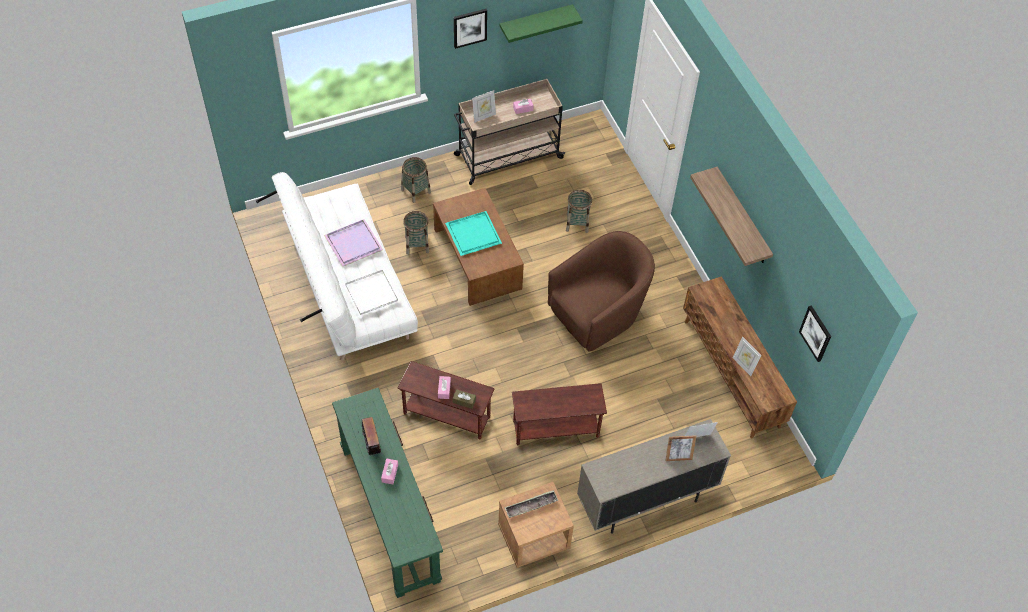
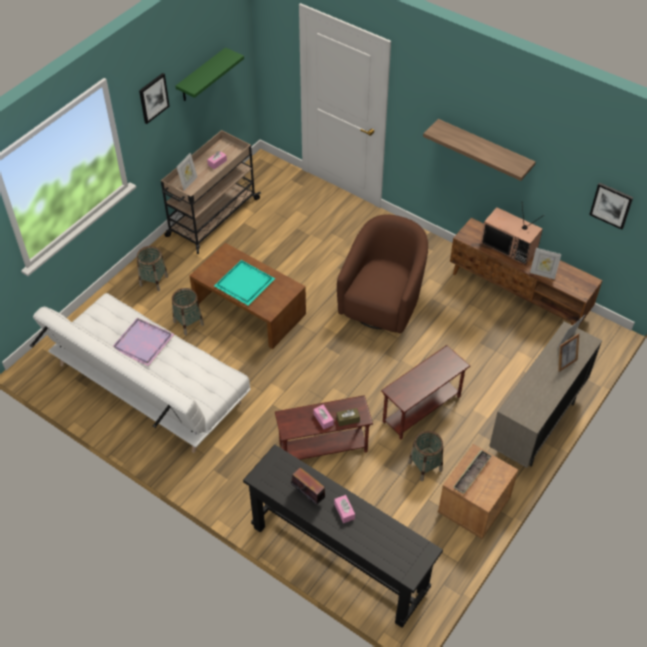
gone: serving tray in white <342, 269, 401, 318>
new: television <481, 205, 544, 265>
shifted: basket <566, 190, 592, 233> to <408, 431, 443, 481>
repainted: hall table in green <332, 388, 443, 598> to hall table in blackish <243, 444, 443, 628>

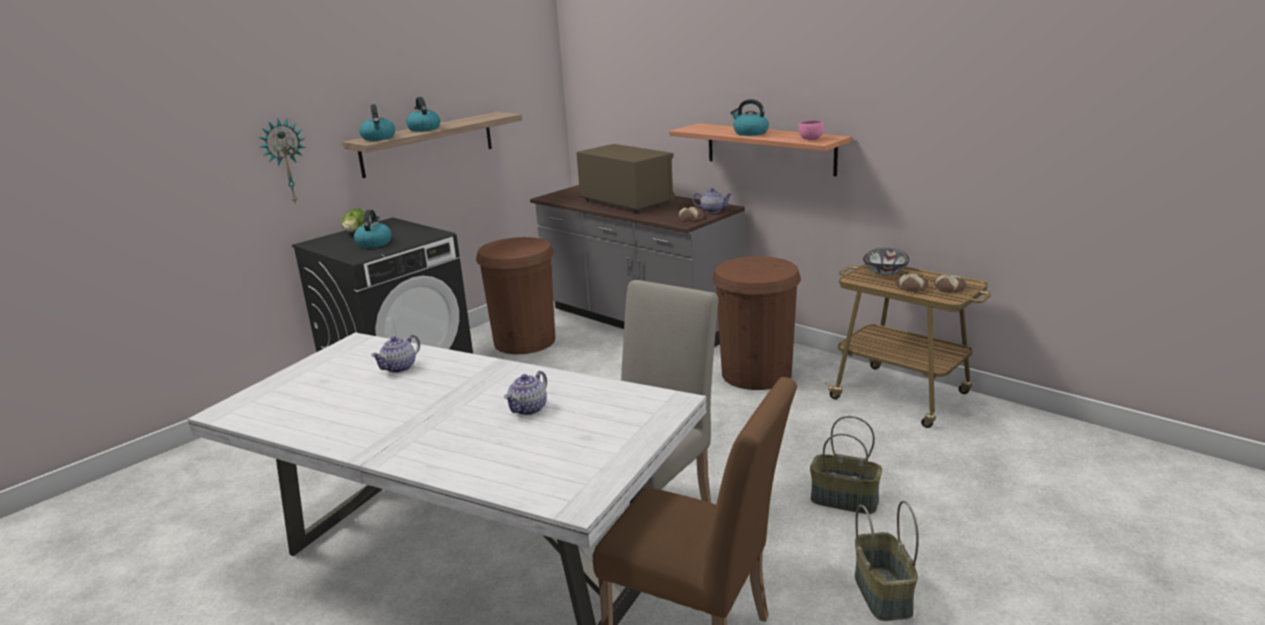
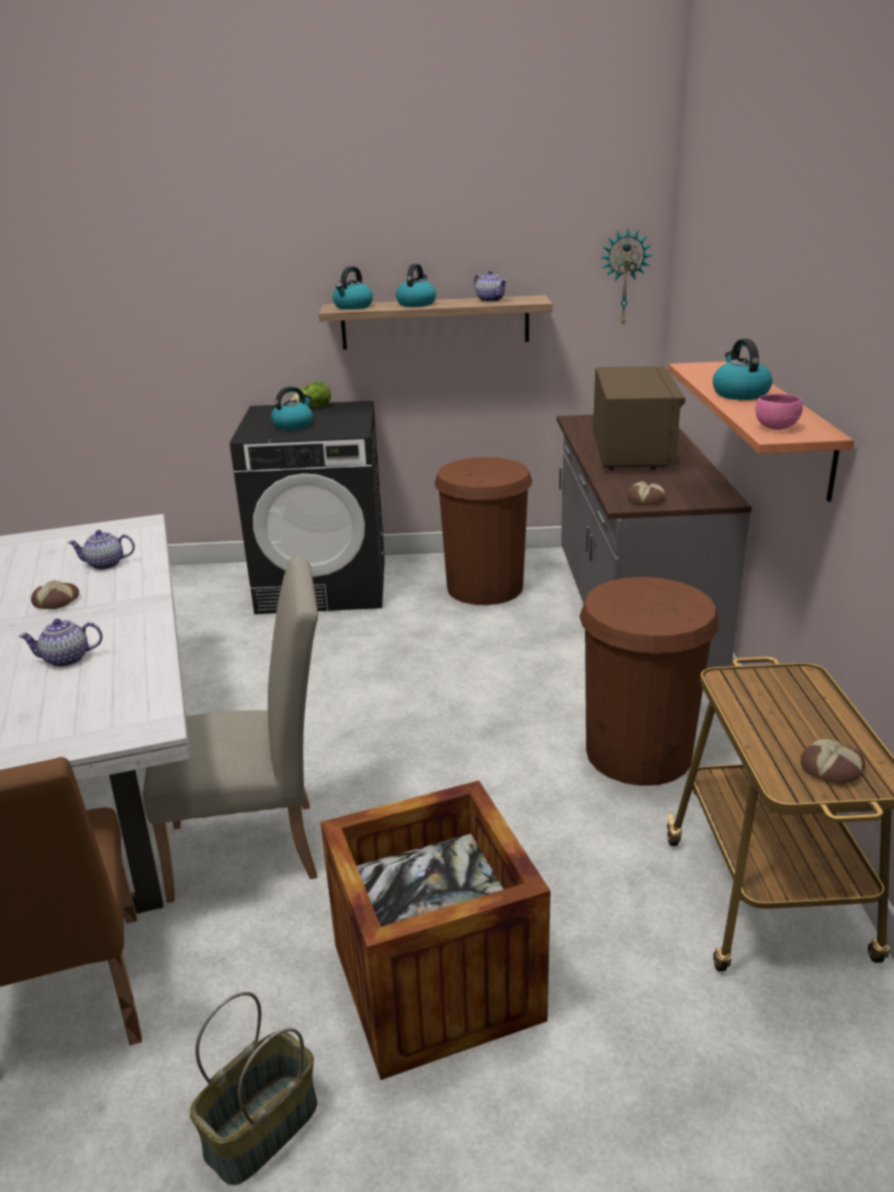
gone: deep dish <863, 248, 910, 276>
shifted: clock on the wall <259, 119, 306, 205> to <601, 228, 652, 324>; tea pot <692, 188, 732, 213> to <474, 270, 507, 302>; baked bread <895, 273, 928, 292> to <31, 580, 79, 609>
swapped: basket <810, 416, 882, 514> to crate <320, 780, 551, 1080>

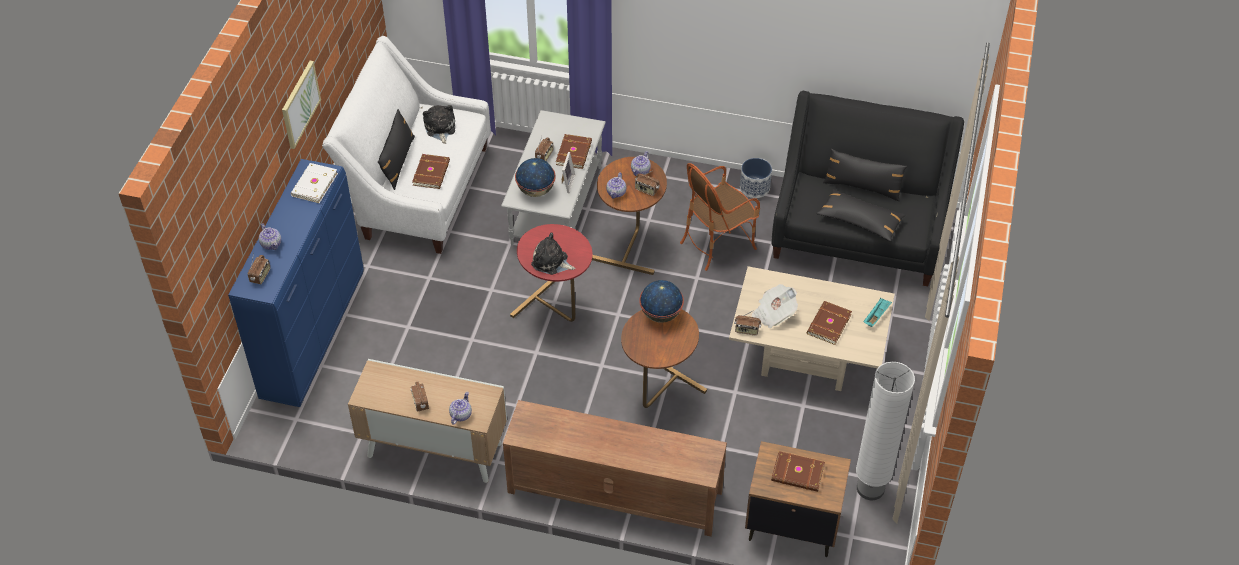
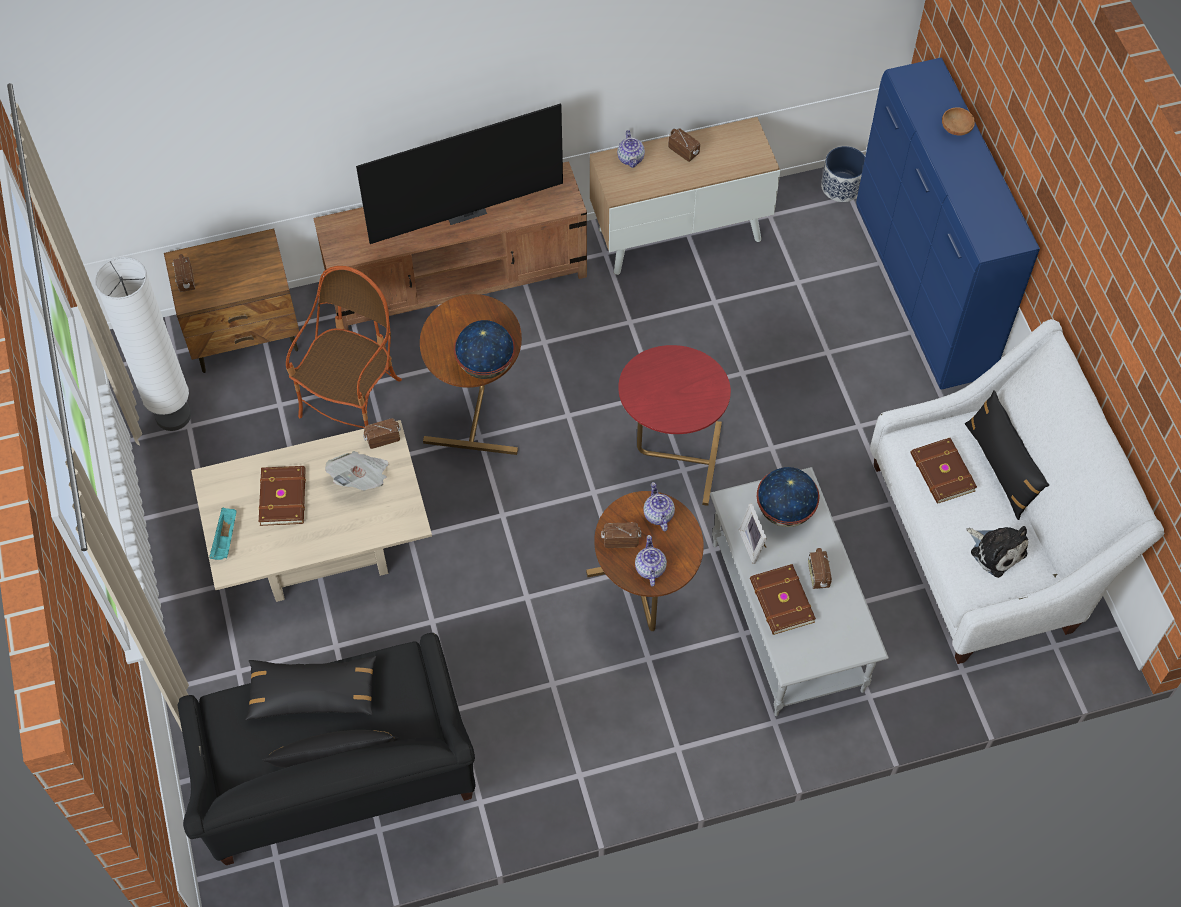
gone: wall picture <282, 61, 321, 149>; book in white <291, 163, 338, 203>; plush toy <531, 233, 575, 275>; book in brown <771, 451, 825, 492>
new: television <356, 103, 563, 244>
shifted: radio <248, 253, 270, 284> to <172, 254, 195, 292>; lounge chair <680, 163, 760, 271> to <286, 266, 402, 428>; plant pot <740, 158, 772, 198> to <821, 146, 865, 202>
swapped: tea pot <259, 224, 281, 250> to deep dish in brown <942, 107, 975, 136>

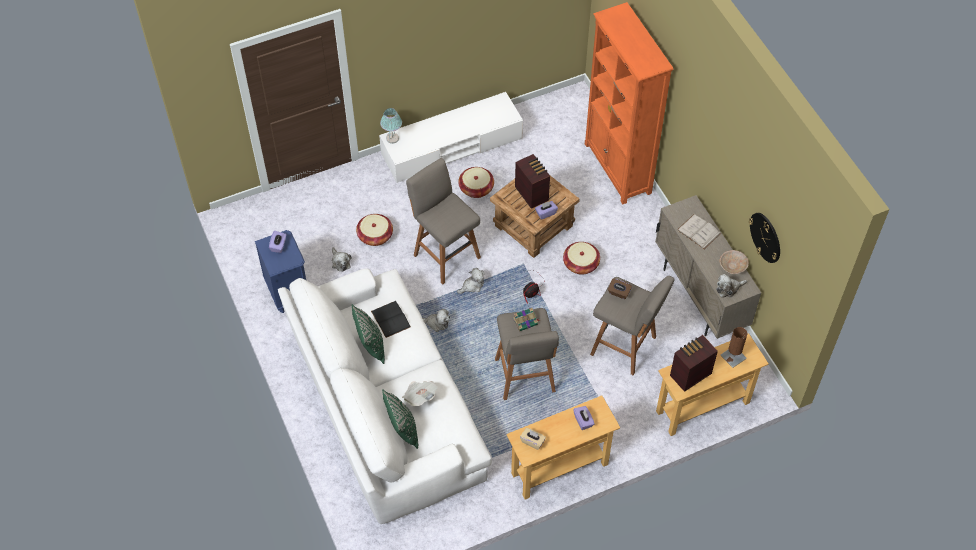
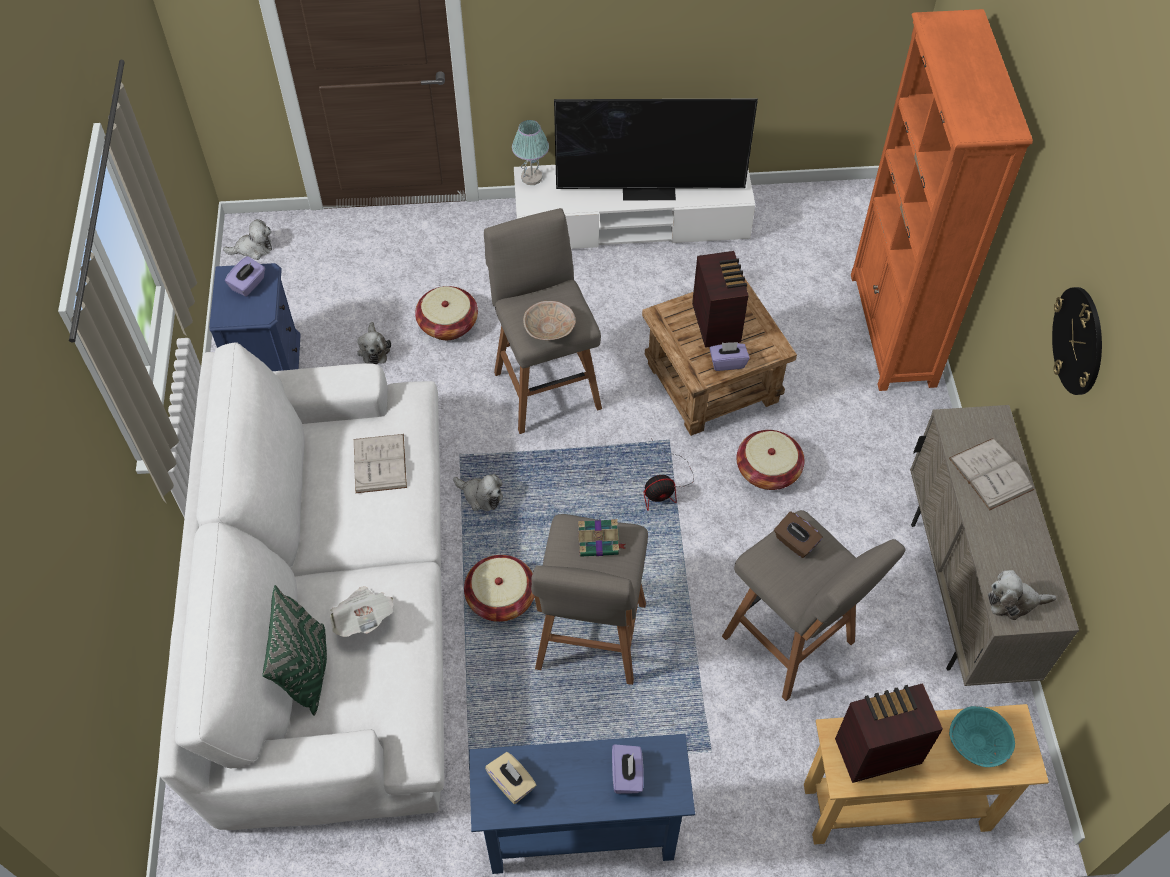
gone: pillow in green <352, 304, 385, 364>
new: television <554, 99, 758, 200>
shifted: plush toy <457, 268, 485, 294> to <223, 219, 272, 260>; basket <458, 167, 494, 198> to <464, 555, 534, 622>; deep dish in sand-coloured <719, 250, 749, 274> to <523, 301, 576, 340>; clock on the wall <749, 213, 780, 263> to <1052, 287, 1102, 395>
swapped: table lamp in brown <721, 327, 747, 368> to deep dish in blue-green <949, 706, 1015, 767>
repainted: book in blackish <371, 301, 411, 338> to book in white <354, 434, 407, 493>; hall table in sand-coloured <506, 396, 620, 500> to hall table in blue-coloured <469, 734, 695, 874>

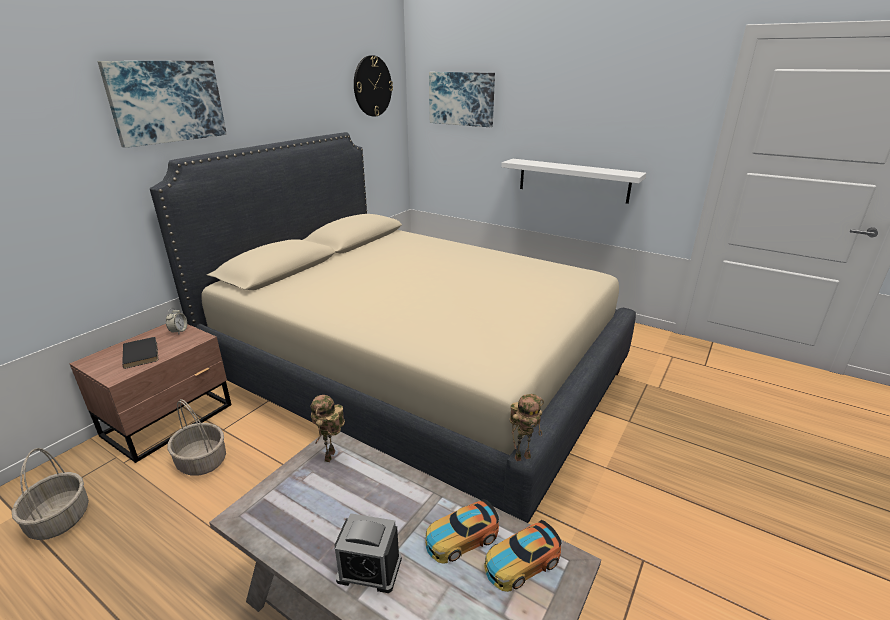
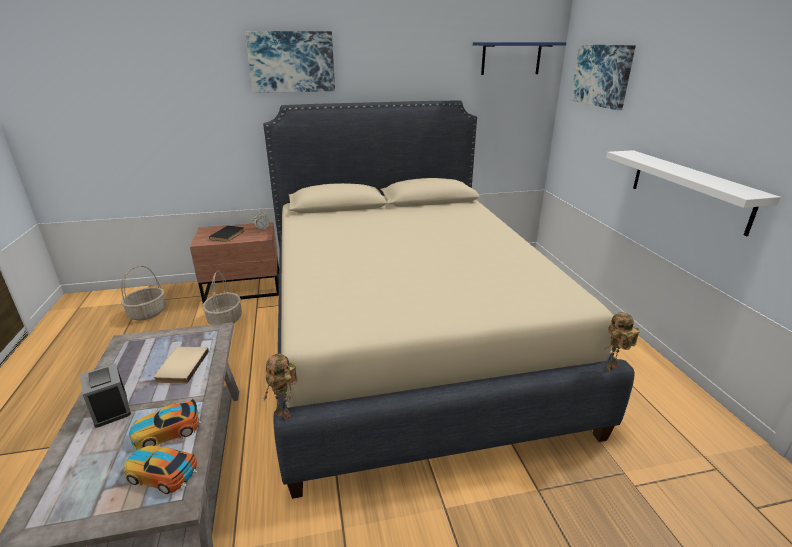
new: book in sand-coloured <153, 347, 209, 384>
shifted: robot figure <311, 395, 345, 462> to <604, 312, 640, 372>
swapped: clock on the wall <354, 55, 393, 117> to bracket shelf in blue-coloured <473, 42, 566, 75>
rotated: miniature car <425, 499, 499, 564> = <129, 399, 201, 450> 45 degrees counterclockwise

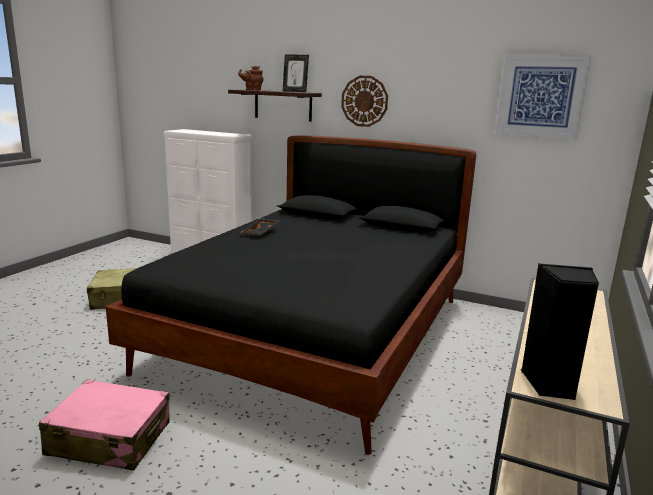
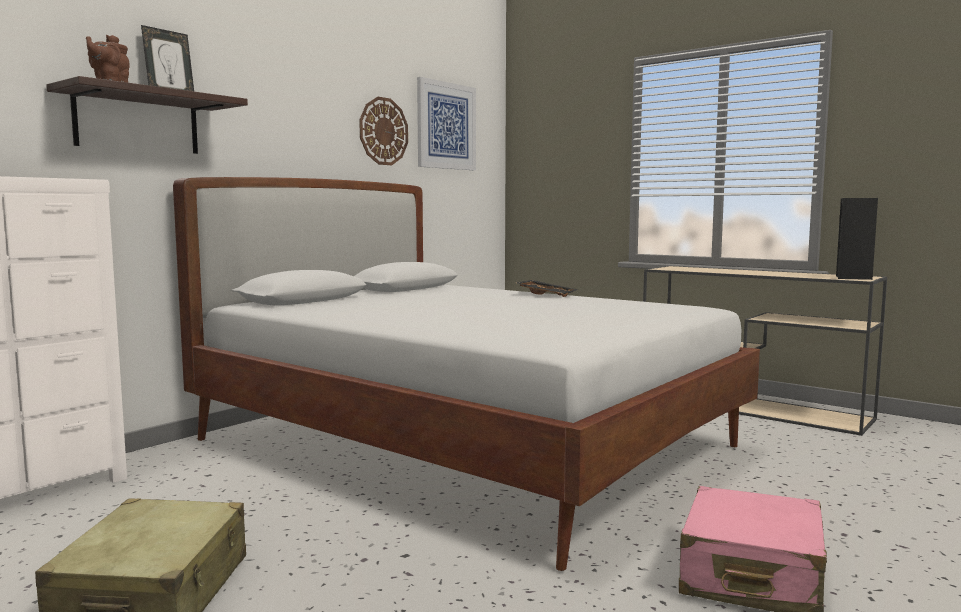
shifted: serving tray in blackish <240, 218, 279, 236> to <516, 280, 578, 297>; clock on the wall <341, 76, 388, 127> to <359, 97, 408, 165>
repainted: bedroom bed in blackish <106, 135, 477, 455> to bedroom bed in white <173, 177, 760, 571>

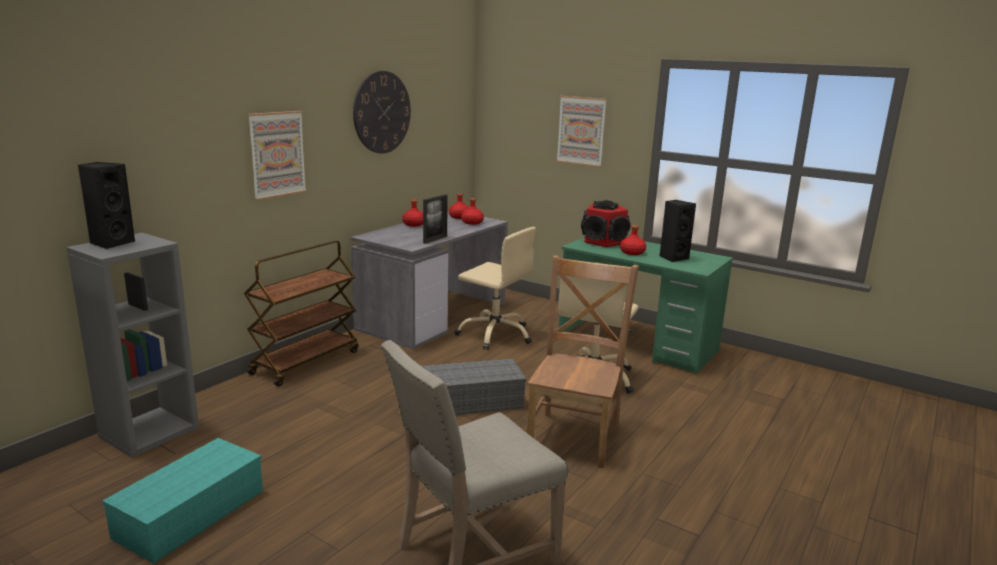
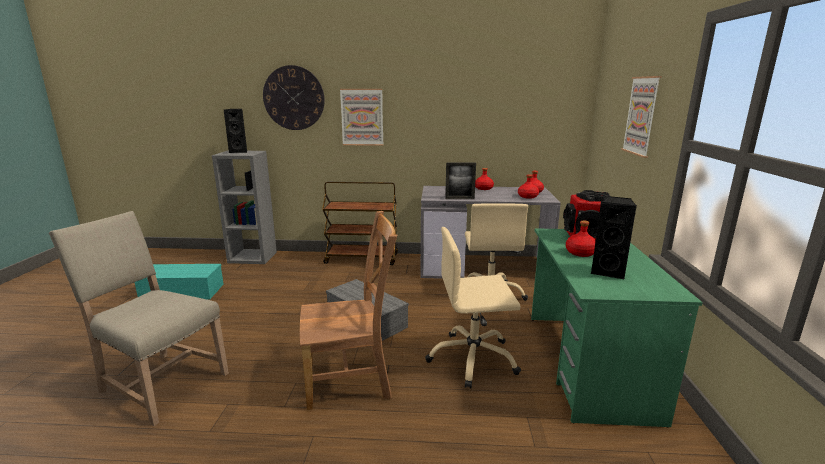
shifted: clock on the wall <353, 71, 411, 153> to <263, 65, 325, 130>

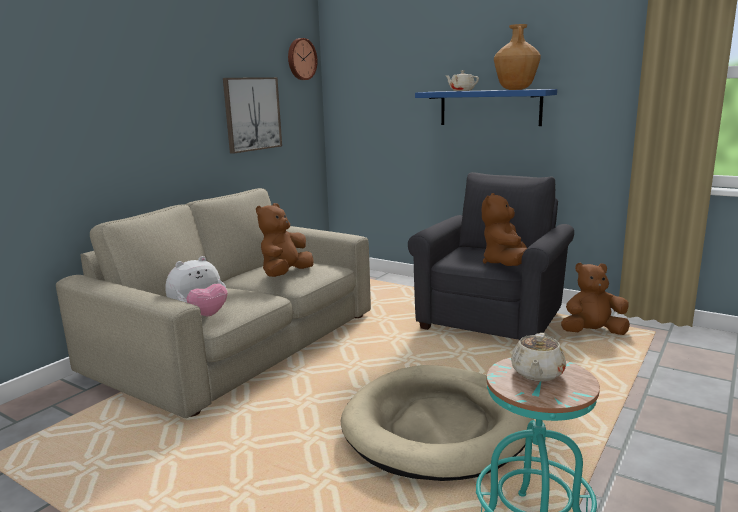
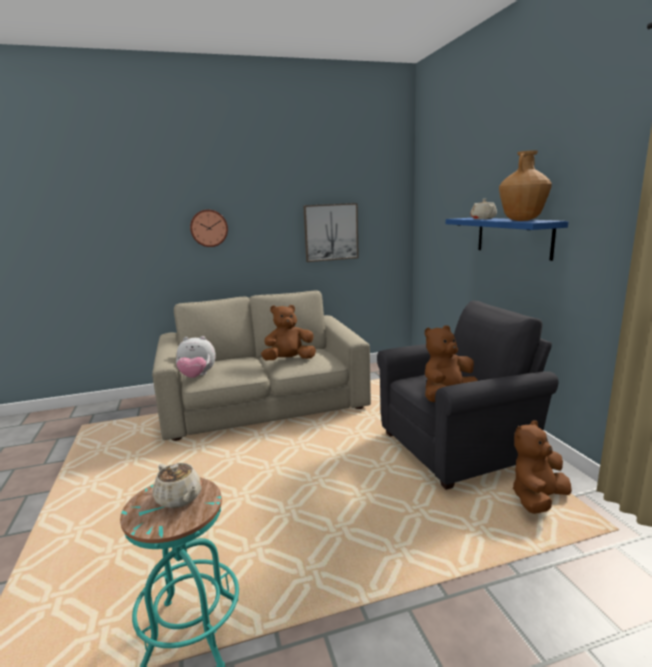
gone: dog bed in sand-coloured <341, 365, 534, 481>
shifted: clock on the wall <288, 38, 318, 80> to <190, 210, 228, 247>
rotated: tea pot in sand-coloured <511, 333, 566, 381> = <152, 463, 202, 508> 105 degrees counterclockwise; plush toy in brown <561, 262, 630, 335> = <513, 420, 572, 514> 75 degrees counterclockwise

